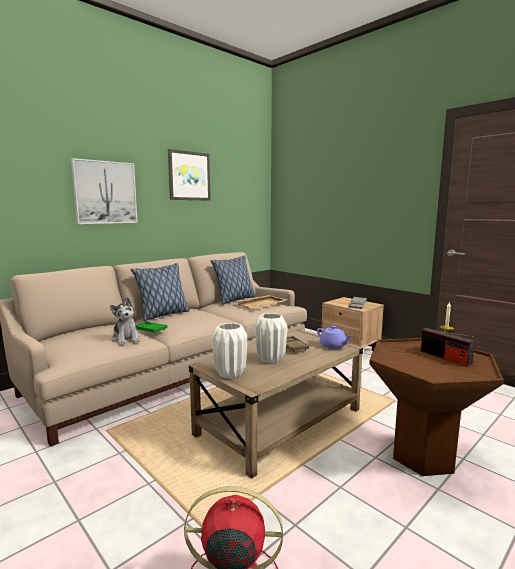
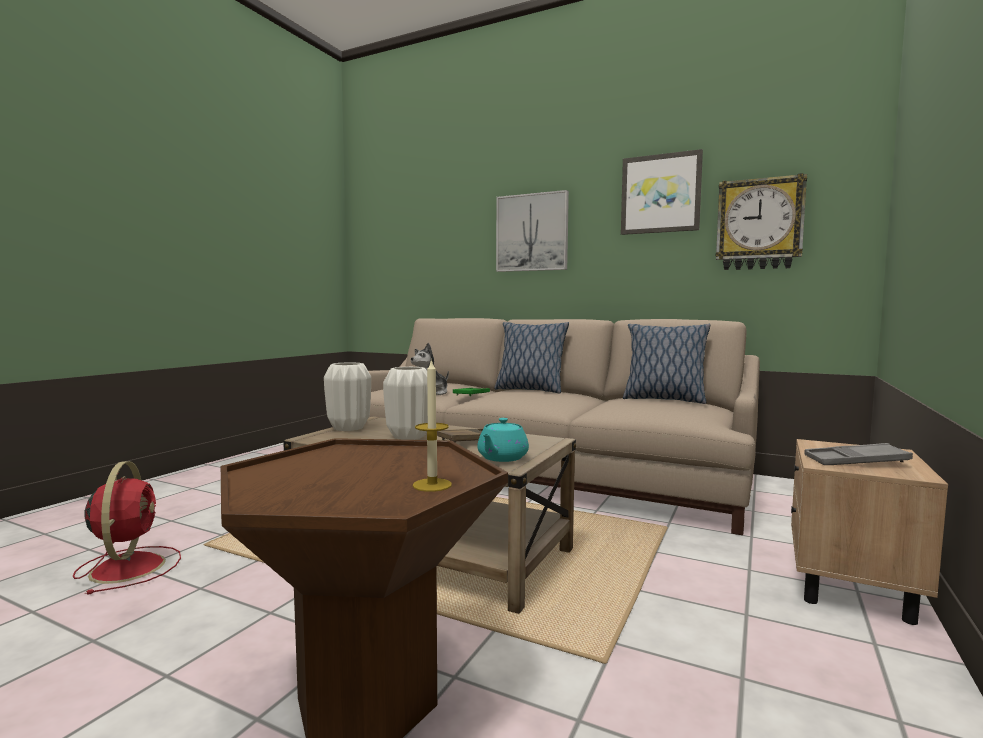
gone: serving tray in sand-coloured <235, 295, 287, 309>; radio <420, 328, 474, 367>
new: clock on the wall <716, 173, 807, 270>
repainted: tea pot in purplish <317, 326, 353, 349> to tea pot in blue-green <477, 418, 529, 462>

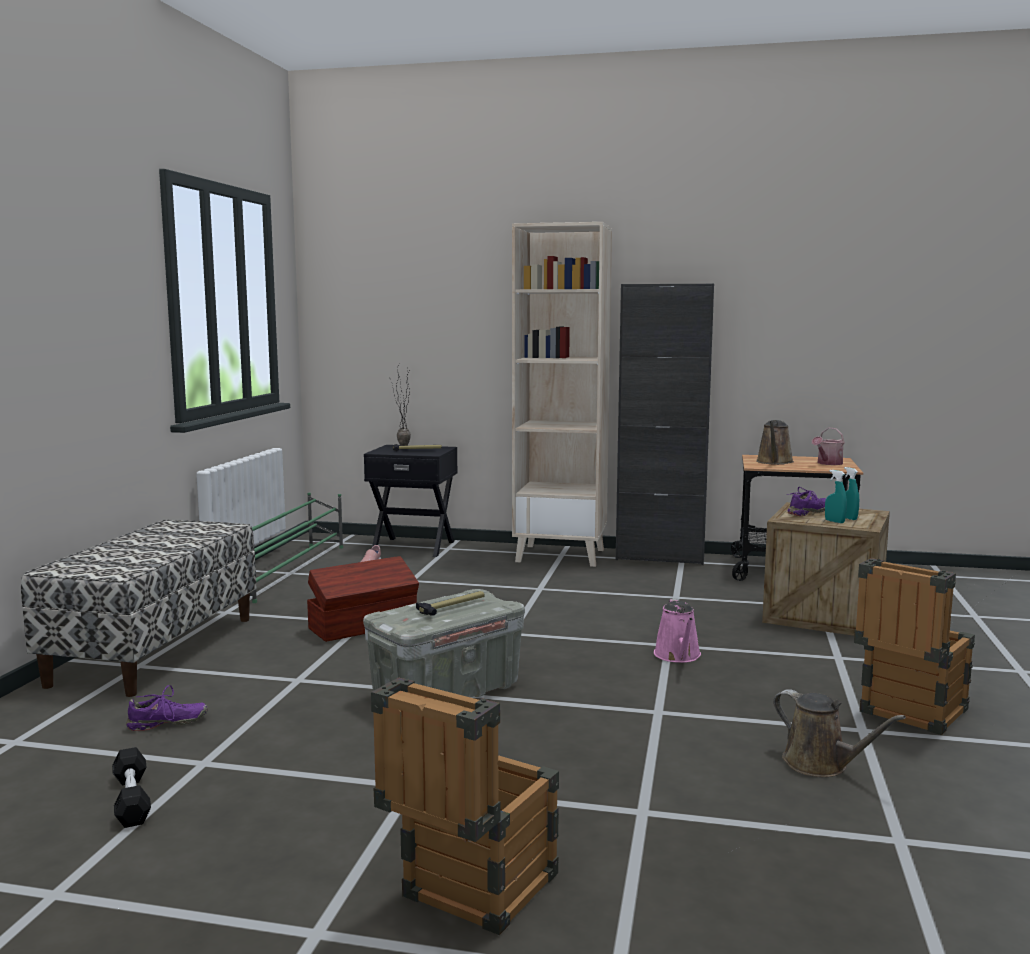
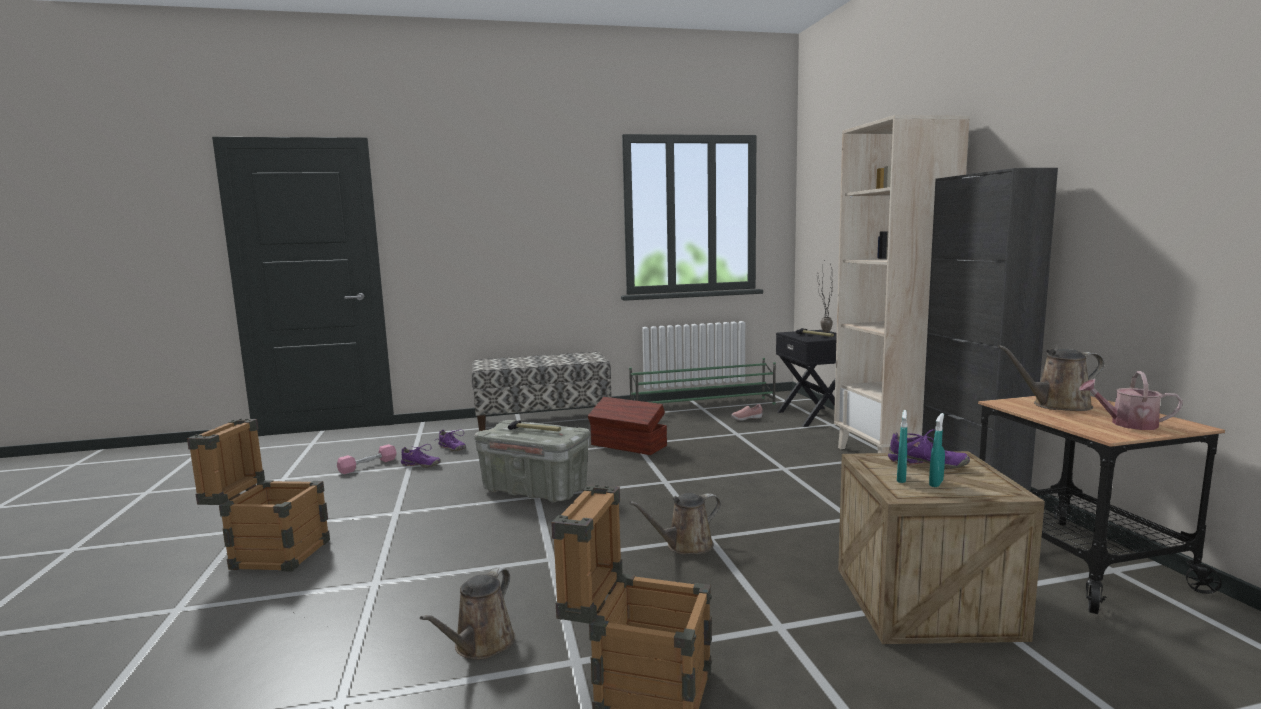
new: item of footwear in purplish <401, 444, 441, 468>
repainted: free weight in blackish <112, 747, 151, 828> to free weight in pink-coloured <337, 444, 397, 474>; sprinkling can in pink-coloured <654, 598, 701, 663> to sprinkling can in brown <629, 493, 721, 554>

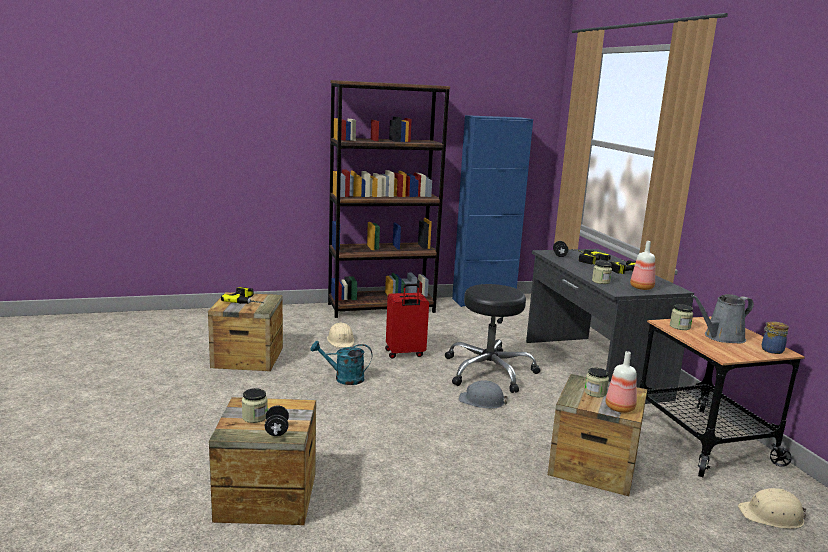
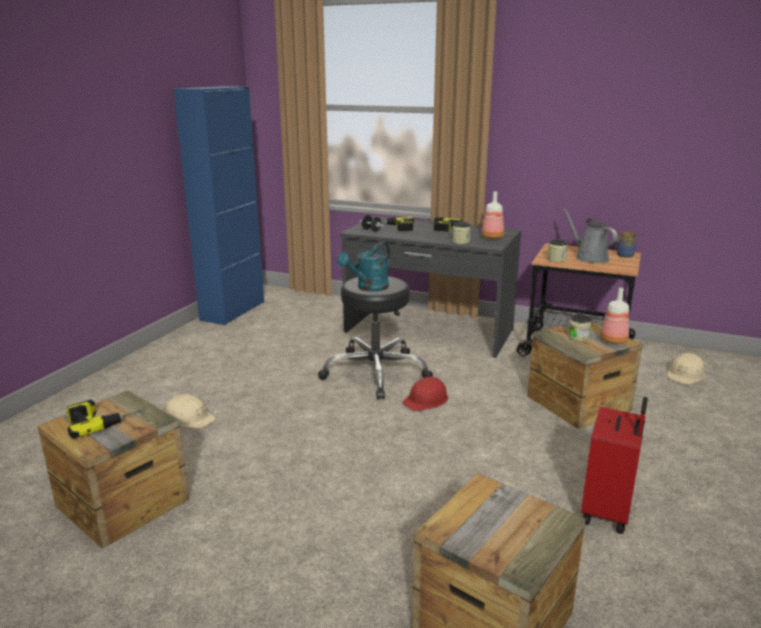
gone: jar <242, 388, 268, 423>; free weight in blackish <265, 405, 289, 436>; bookshelf in brown <328, 80, 450, 318>
shifted: sprinkling can in blue-green <311, 341, 372, 385> to <337, 242, 391, 292>; travel case in red <385, 284, 429, 359> to <581, 397, 648, 534>
repainted: hard hat in grey <459, 380, 508, 409> to hard hat in red <402, 377, 448, 411>
rotated: sprinkling can in grey <691, 294, 754, 344> = <563, 209, 617, 263> 135 degrees clockwise

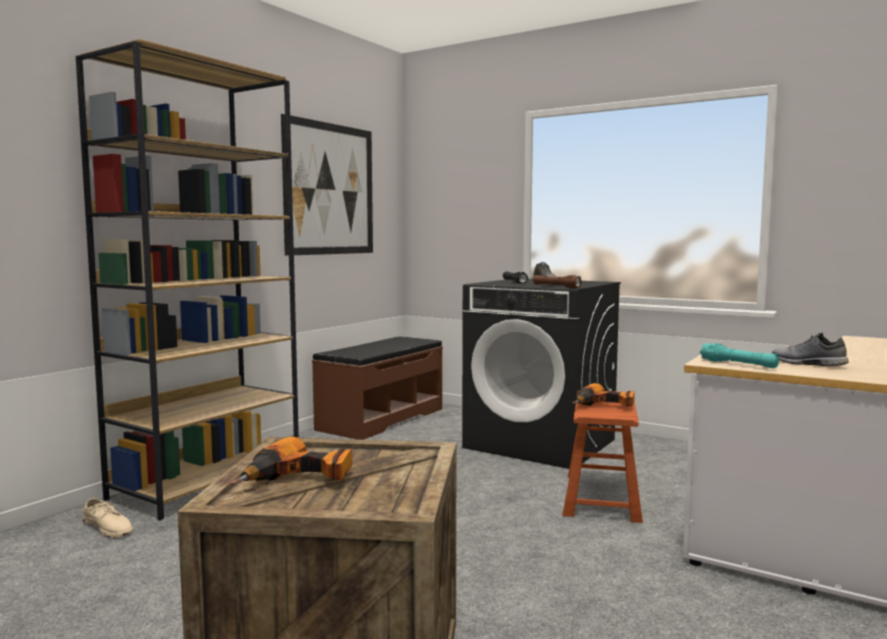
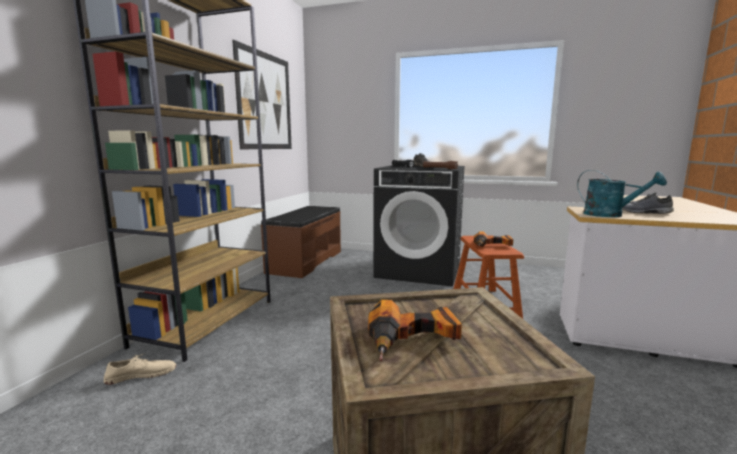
swapped: flashlight in blue-green <700, 343, 779, 368> to sprinkling can in blue-green <577, 170, 667, 217>
rotated: item of footwear in sand-coloured <83, 498, 133, 538> = <104, 354, 176, 385> 45 degrees counterclockwise

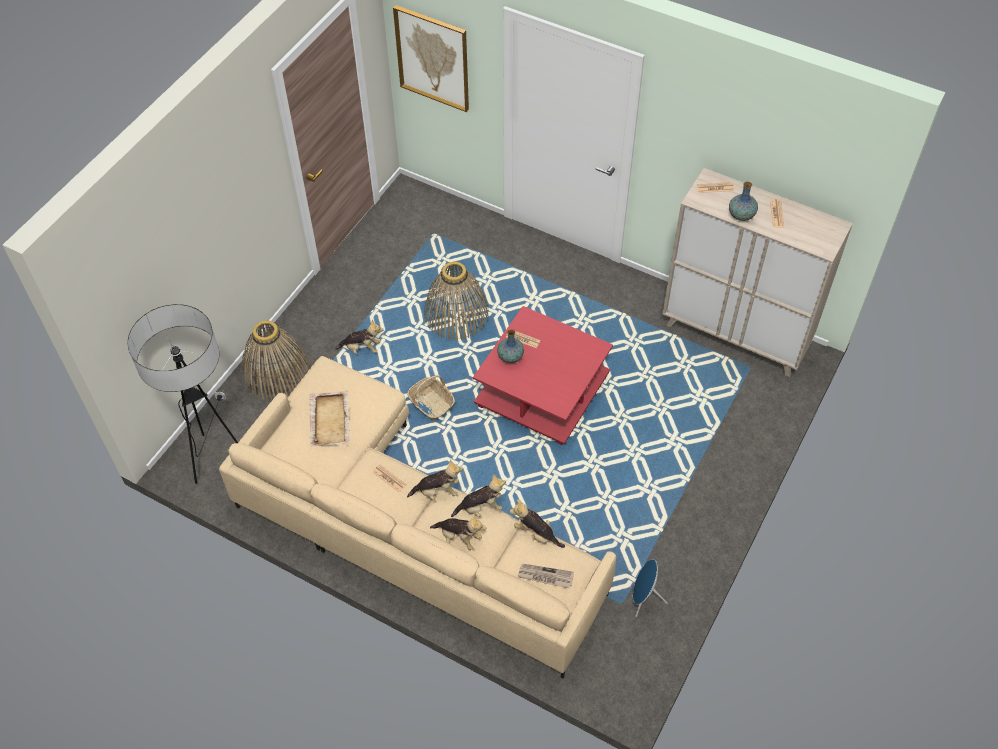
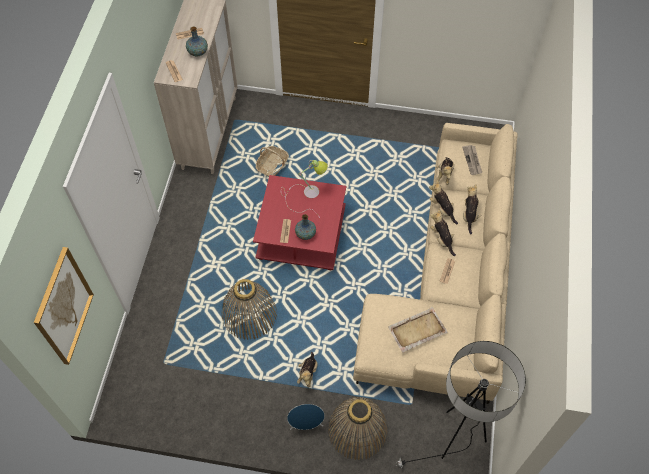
new: table lamp <281, 160, 328, 216>
shifted: basket <407, 375, 455, 420> to <256, 146, 289, 176>; audio speaker in blue-coloured <633, 559, 668, 617> to <287, 404, 325, 430>
rotated: plush toy <335, 319, 384, 354> = <297, 352, 318, 388> 150 degrees counterclockwise

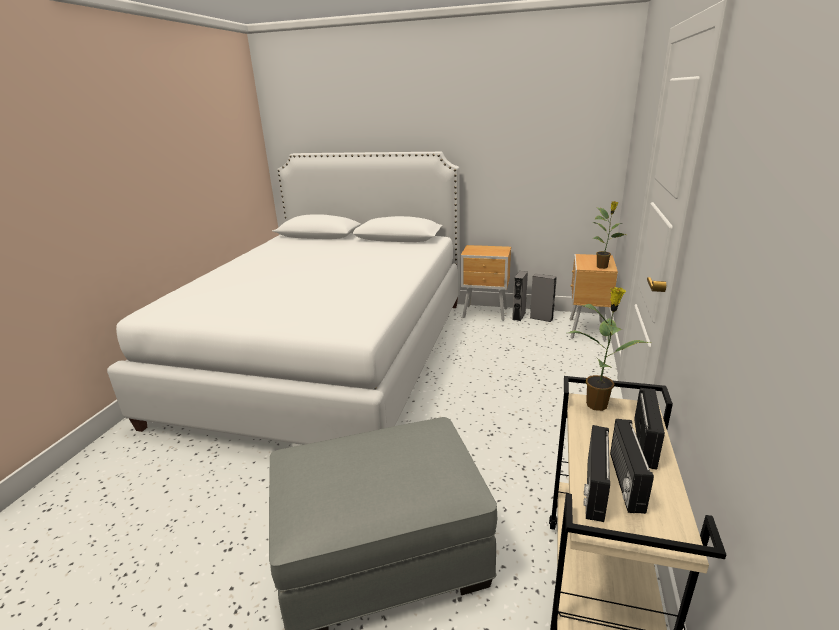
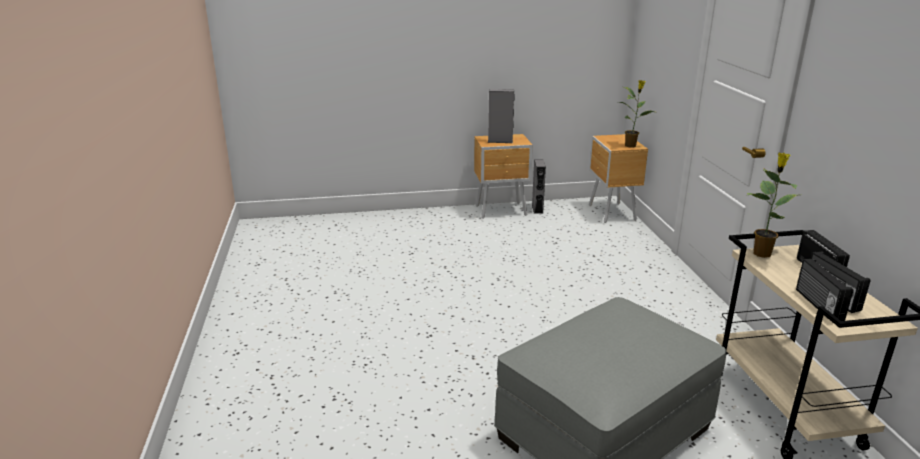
gone: bedroom bed in white <107, 152, 460, 445>
shifted: audio speaker in grey <530, 274, 557, 322> to <488, 89, 515, 143>

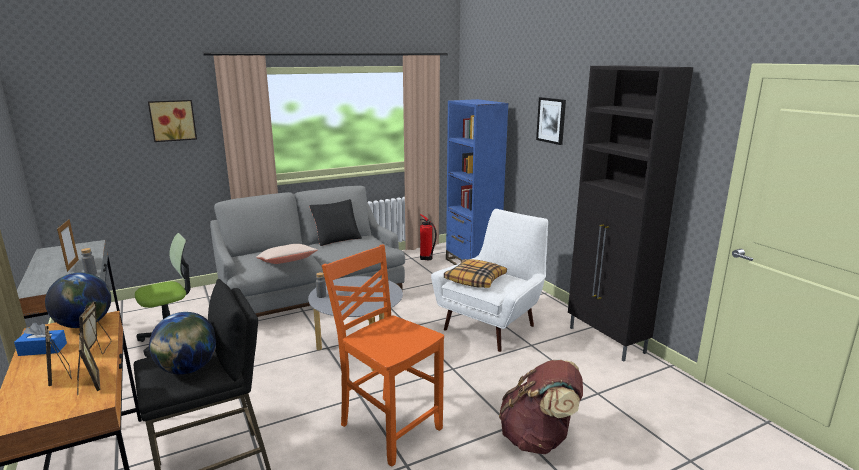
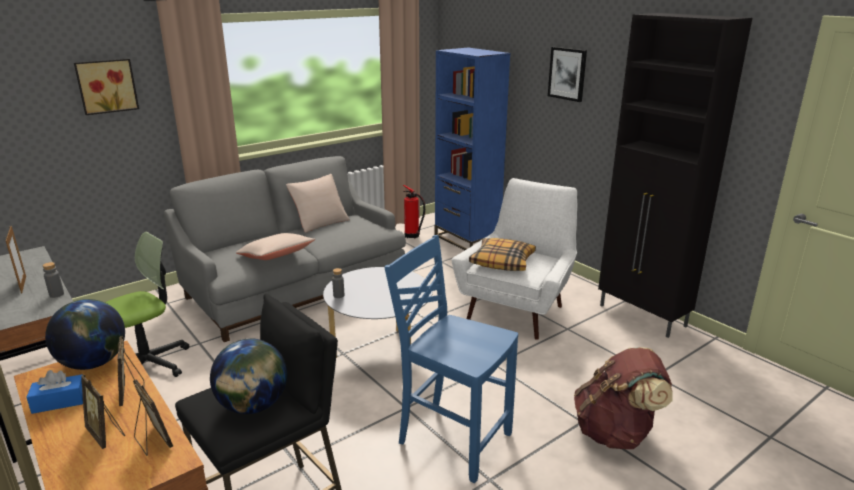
repainted: pillow in blackish <309, 199, 362, 246> to pillow in sand-coloured <286, 174, 350, 233>; upright chair in orange <322, 244, 444, 467> to upright chair in blue-coloured <384, 235, 518, 483>

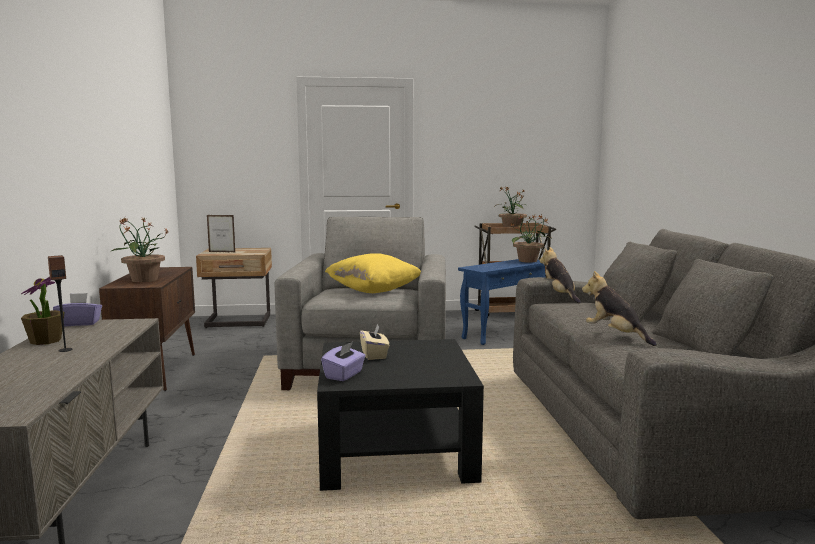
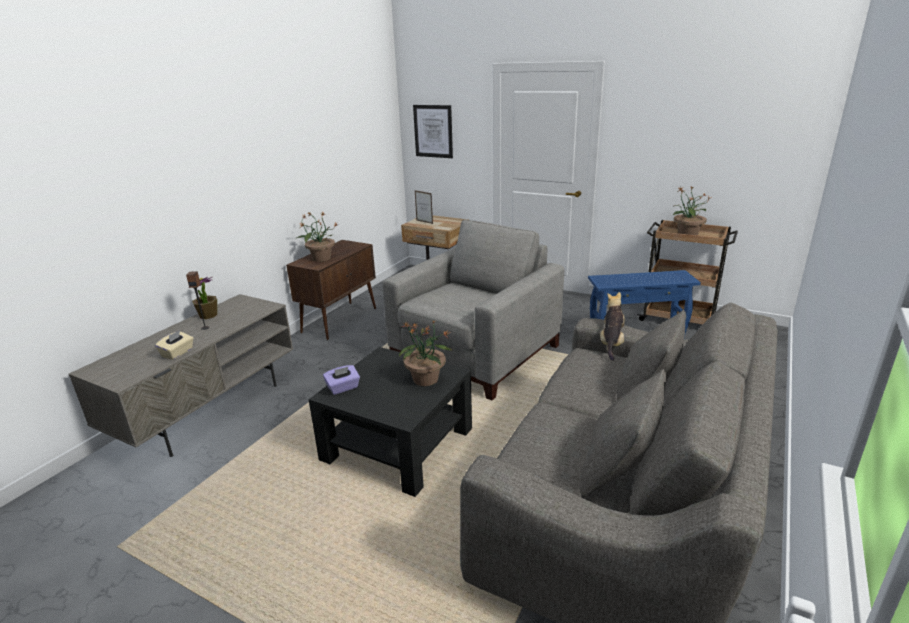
gone: tissue box in purplish <53, 293, 102, 326>; pillow in yellow-coloured <325, 253, 421, 293>; plush toy <582, 271, 657, 346>
new: wall picture <413, 105, 453, 158>
shifted: tissue box in sand-coloured <360, 324, 389, 360> to <155, 330, 193, 360>; houseplant <510, 215, 551, 263> to <399, 321, 452, 386>

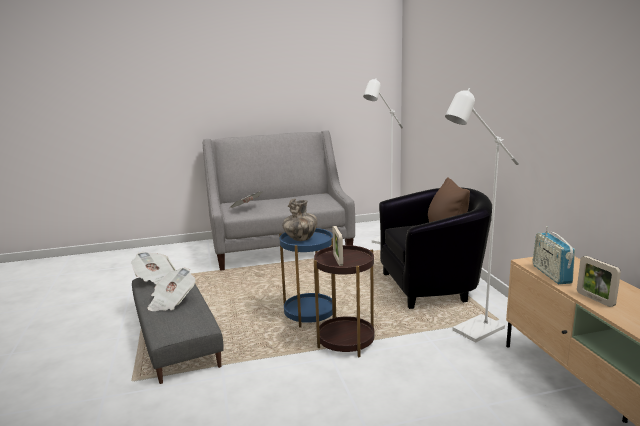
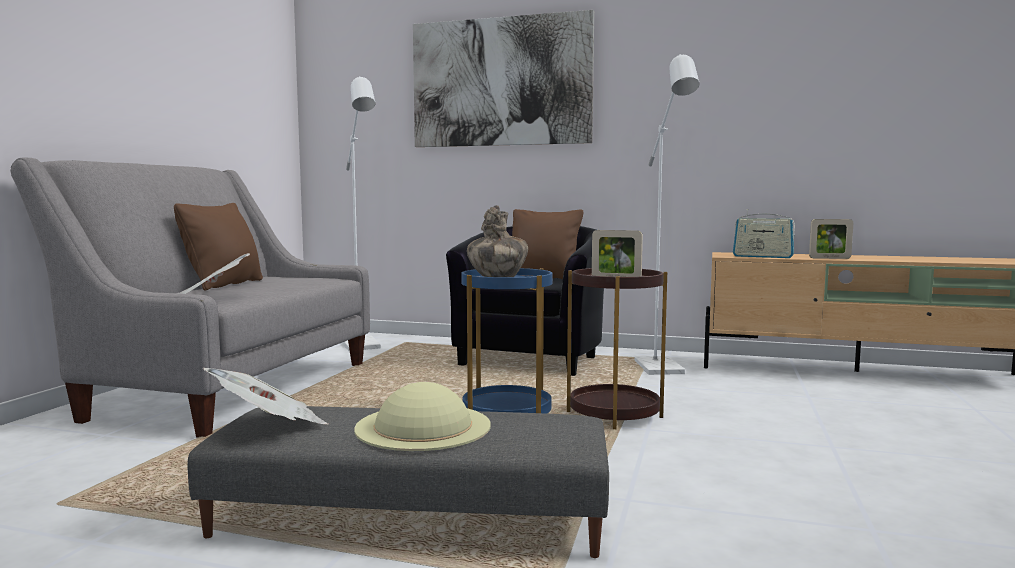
new: pillow in brown <174, 203, 263, 291>; wall picture <413, 10, 594, 147>
swapped: printed paper <147, 268, 195, 311> to wearable hat in sand-coloured <354, 382, 491, 451>

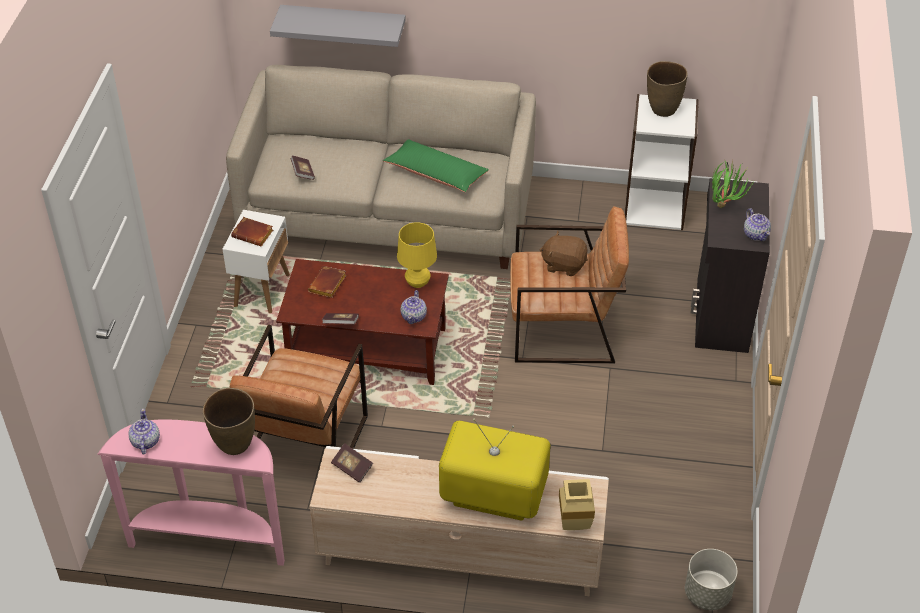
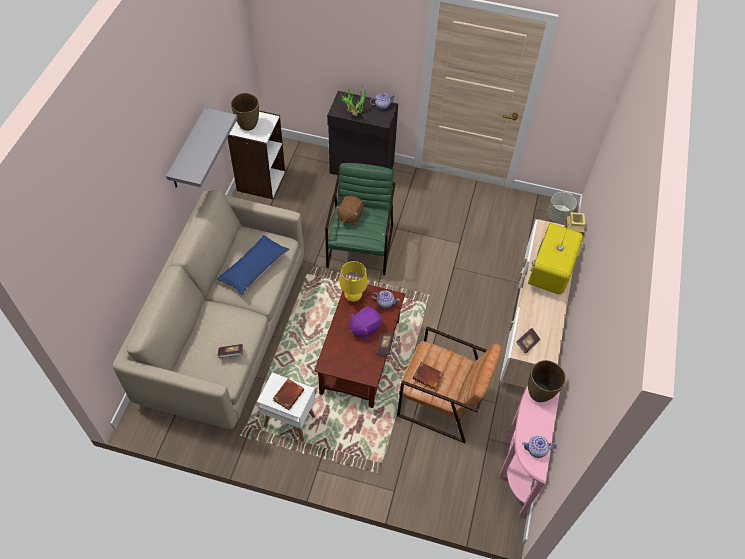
new: plush toy in purplish <350, 306, 382, 340>
shifted: bracket shelf in grey <270, 5, 406, 47> to <166, 108, 238, 188>; book in brown <308, 266, 347, 298> to <412, 362, 444, 390>
repainted: pillow in green <383, 139, 489, 192> to pillow in blue-coloured <216, 235, 290, 295>; lounge chair in brown <510, 207, 629, 363> to lounge chair in green <325, 163, 396, 275>

